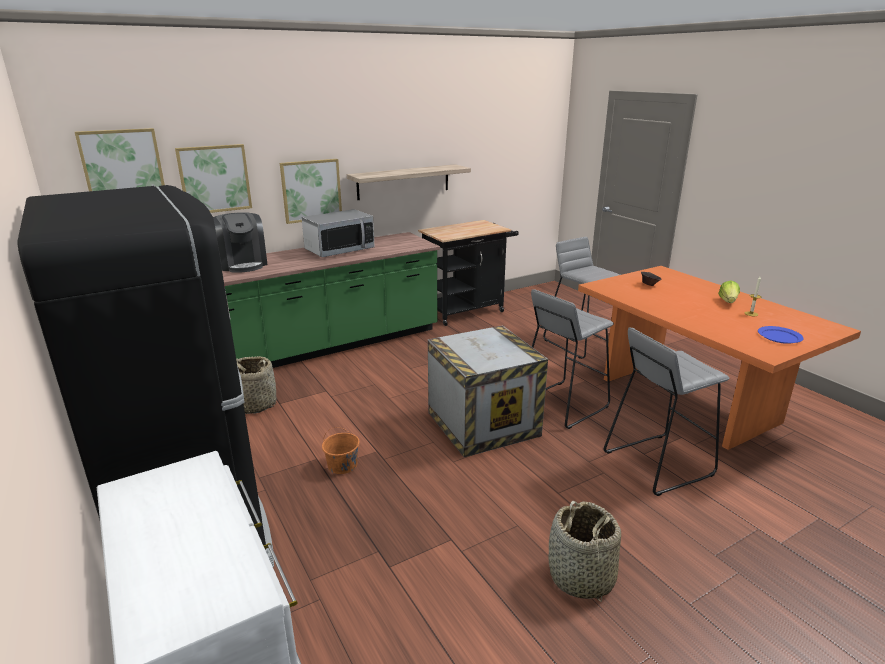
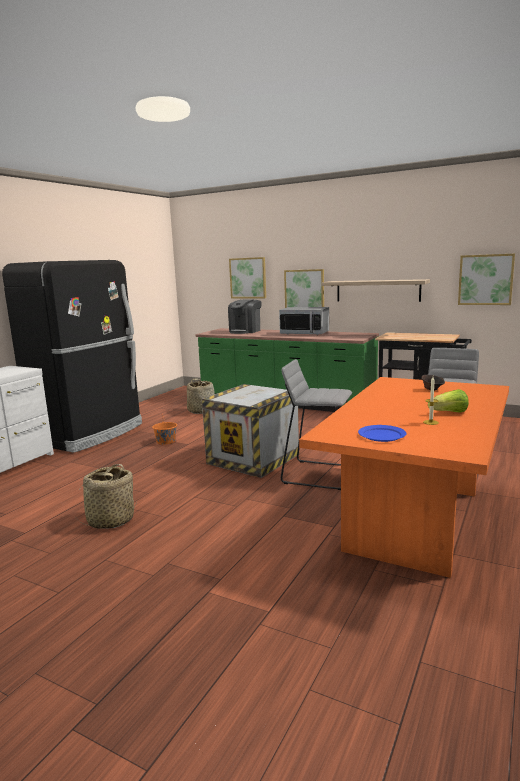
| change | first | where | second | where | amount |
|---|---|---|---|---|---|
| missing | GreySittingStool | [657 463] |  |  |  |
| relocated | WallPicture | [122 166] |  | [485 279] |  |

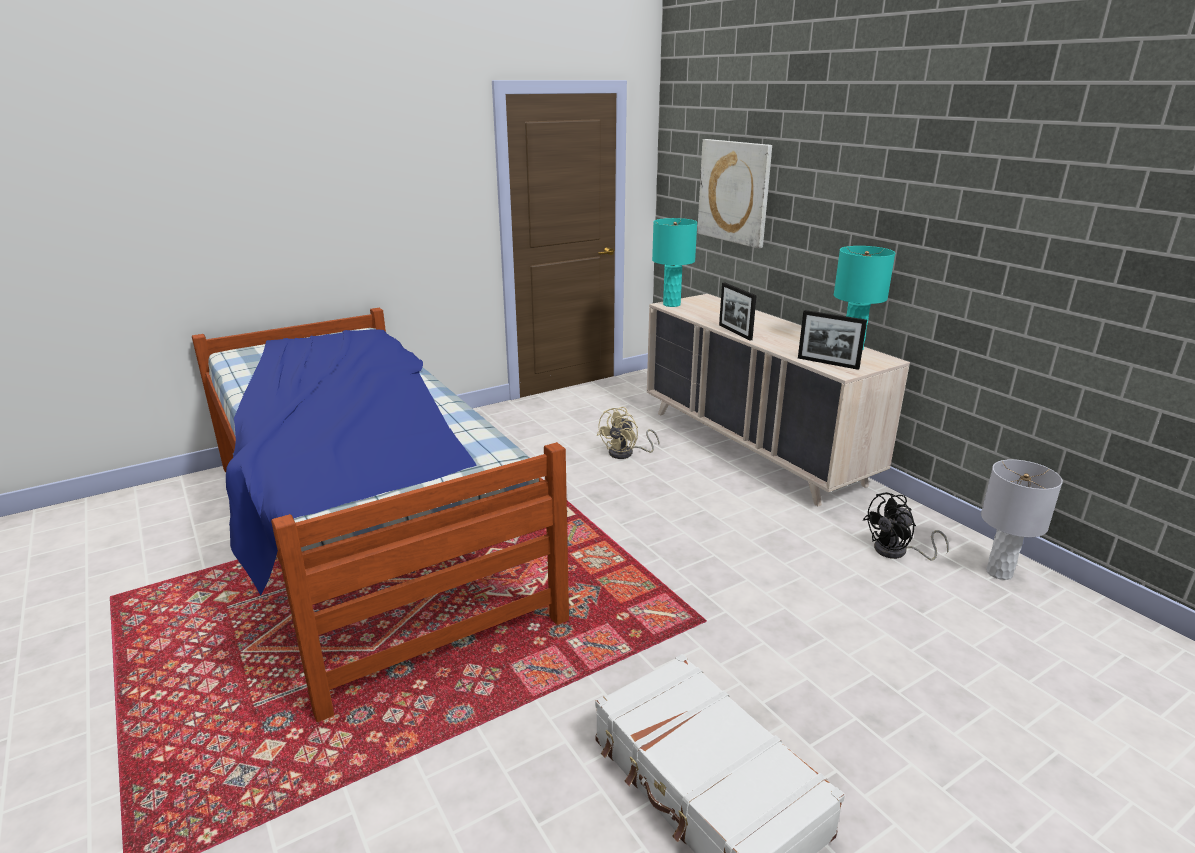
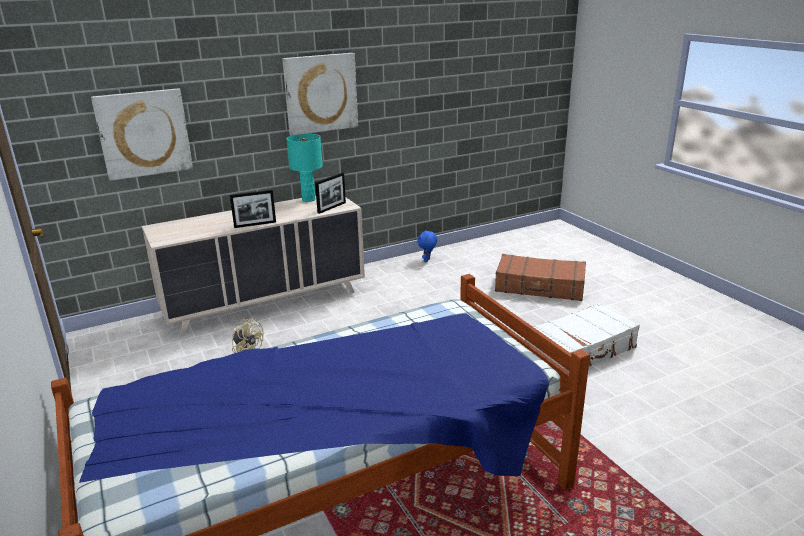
| change | first | where | second | where | amount |
|---|---|---|---|---|---|
| missing | TurquoiseTableLamp | [672 304] |  |  |  |
| missing | BlackishCoolingFan | [897 552] |  |  |  |
| appeared |  |  | WallPicture | [321 93] |  |
| appeared |  |  | BrownishTravelCase | [540 287] |  |
| exchanged | GreyTableLamp | [999 573] | BlueCuddlyToy | [427 260] |  |

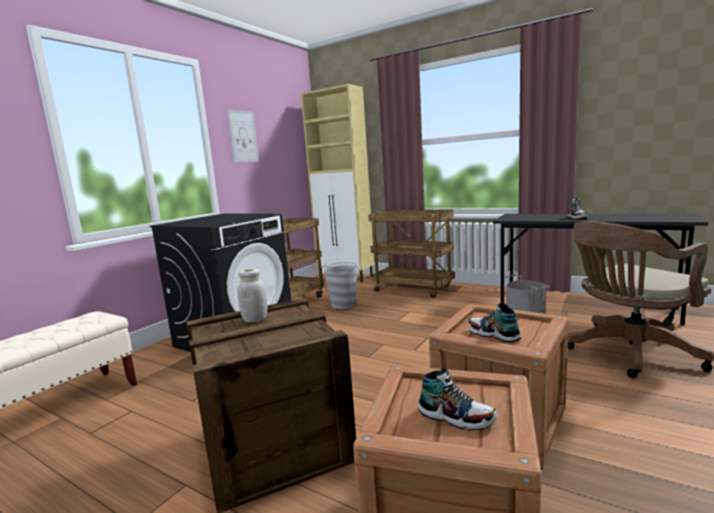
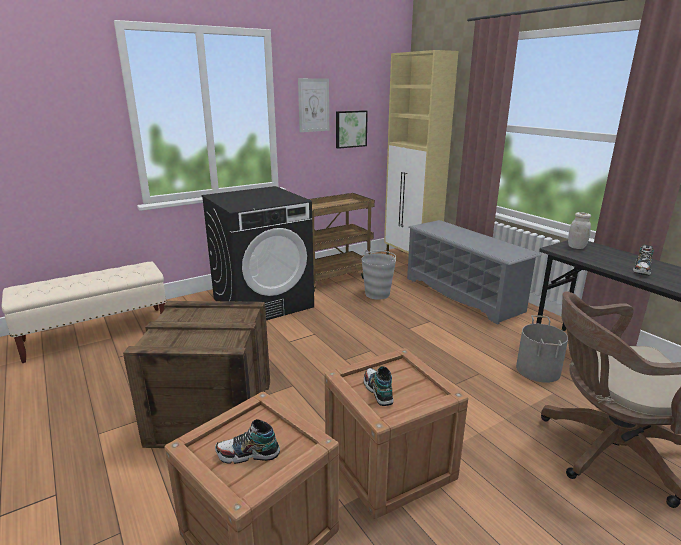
| change | first | where | second | where | amount |
|---|---|---|---|---|---|
| appeared |  |  | WallPicture | [350 129] |  |
| relocated | WhiteColouredJar | [255 319] |  | [576 247] |  |
| exchanged | BrownishWheeledCart | [414 289] | GreyShoeShelf | [463 294] |  |
| spun | ItemOfFootwear | [456 417] |  | [248 454] | 120 degrees clockwise |

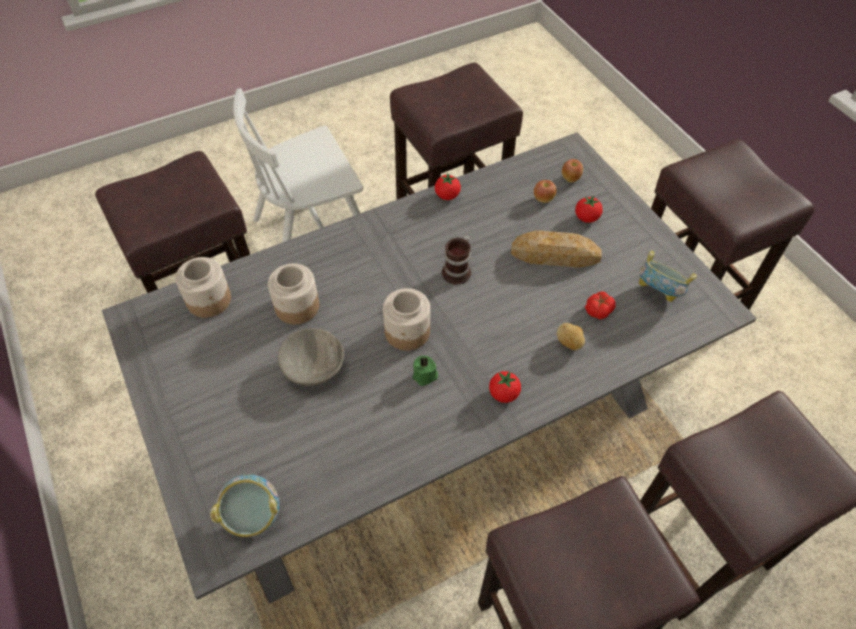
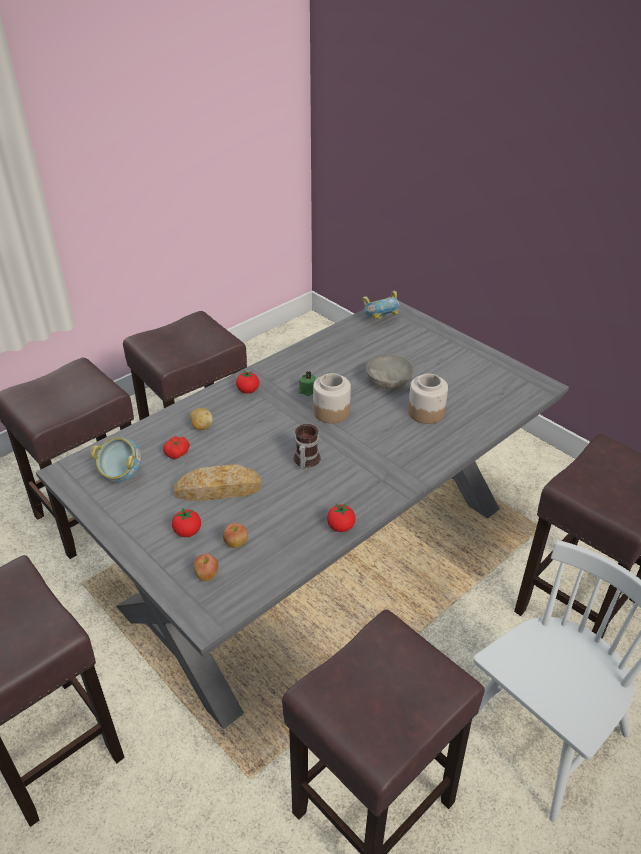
| change | first | where | second | where | amount |
|---|---|---|---|---|---|
| missing | Jar | [209 300] |  |  |  |

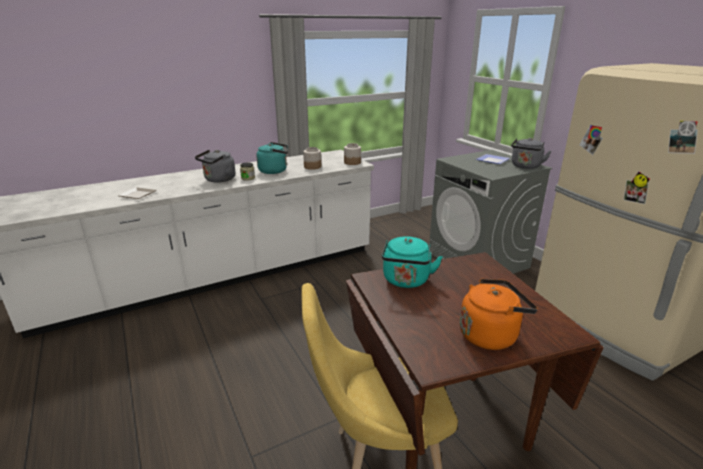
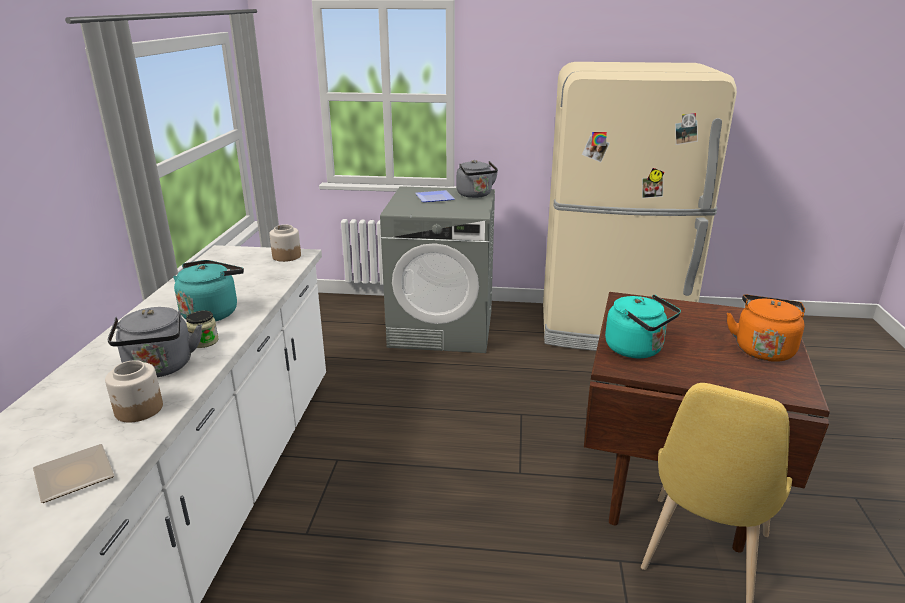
| change | first | where | second | where | amount |
|---|---|---|---|---|---|
| relocated | Jar | [312 167] |  | [139 410] |  |

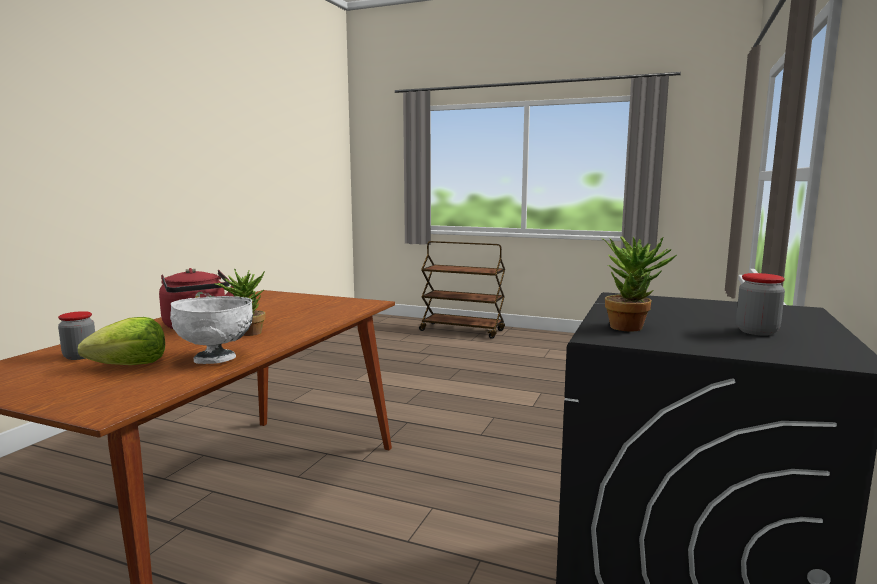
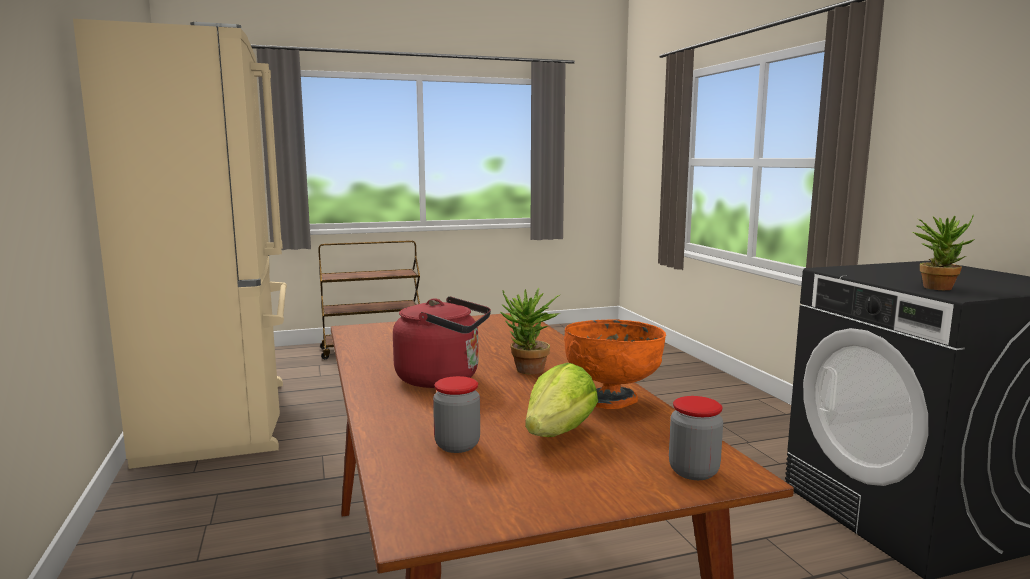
| change | first | where | second | where | amount |
|---|---|---|---|---|---|
| appeared |  |  | BeigeColouredFridge | [222 419] |  |
| relocated | Jar | [756 331] |  | [693 471] |  |
| colour | WhiteColouredBowl | [216 359] | OrangeyBowl | [612 400] |  |

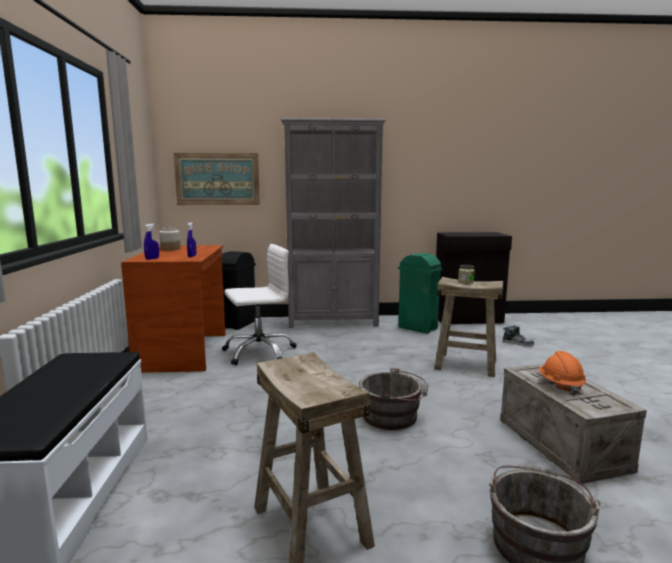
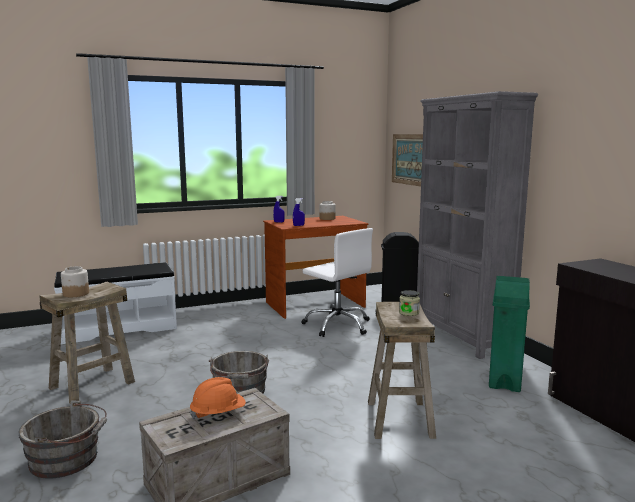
| change | first | where | second | where | amount |
|---|---|---|---|---|---|
| missing | ItemOfFootwear | [517 343] |  |  |  |
| appeared |  |  | Jar | [75 294] |  |

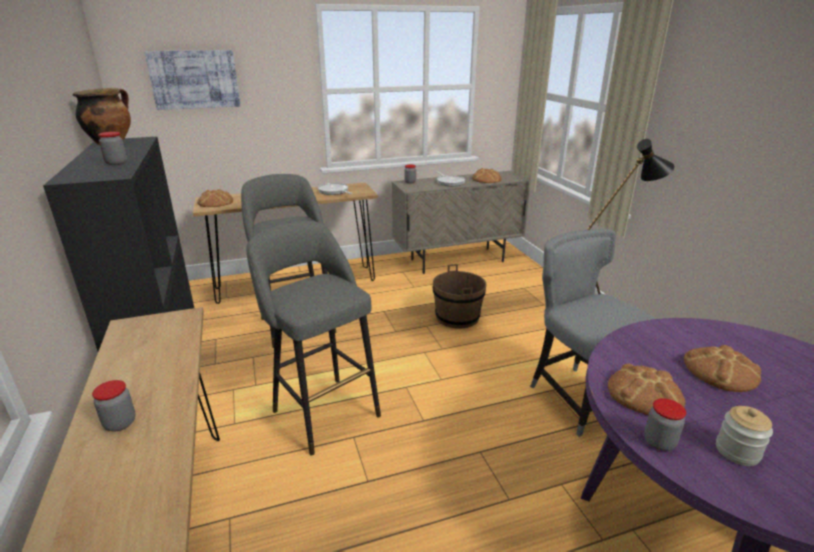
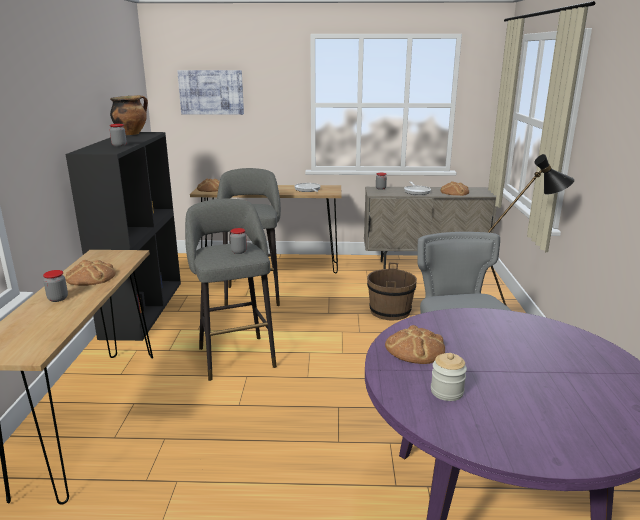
| change | first | where | second | where | amount |
|---|---|---|---|---|---|
| relocated | Jar | [659 442] |  | [239 251] |  |
| relocated | BakeryBread | [720 371] |  | [91 277] |  |

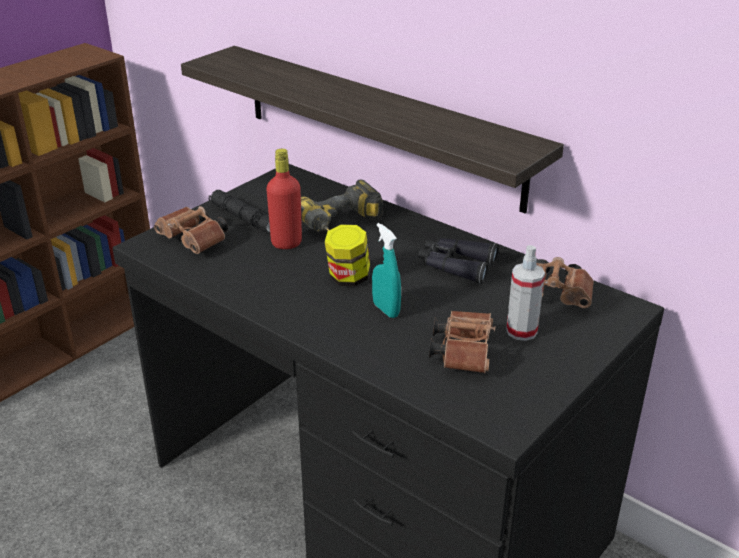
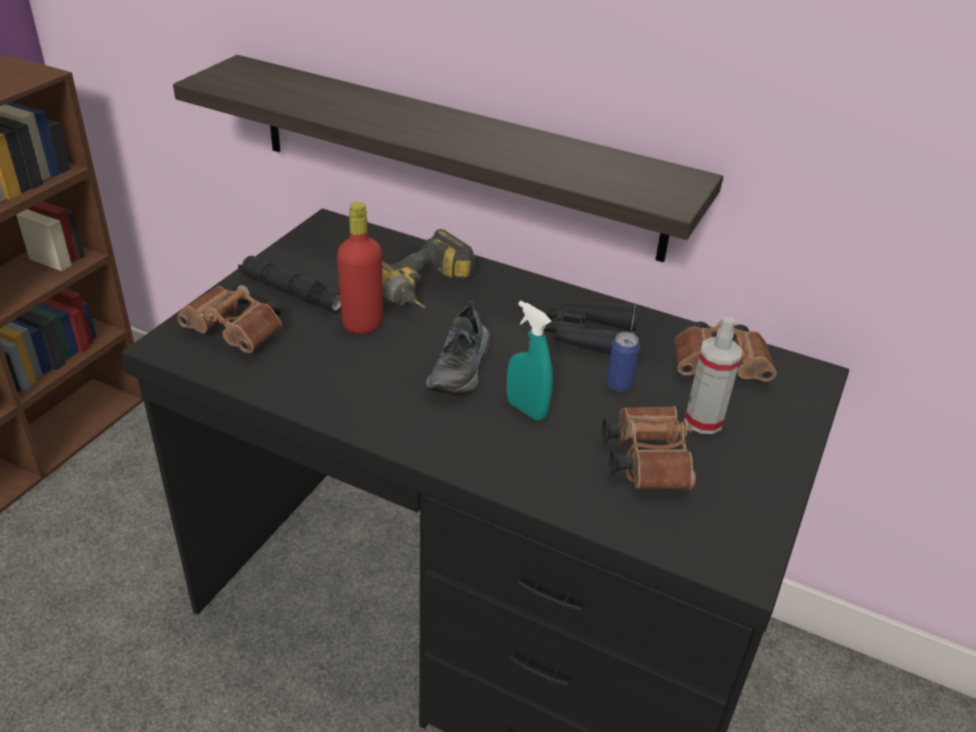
| change | first | where | second | where | amount |
|---|---|---|---|---|---|
| appeared |  |  | SealedCan | [619 384] |  |
| exchanged | Jar | [348 278] | ItemOfFootwear | [461 368] |  |

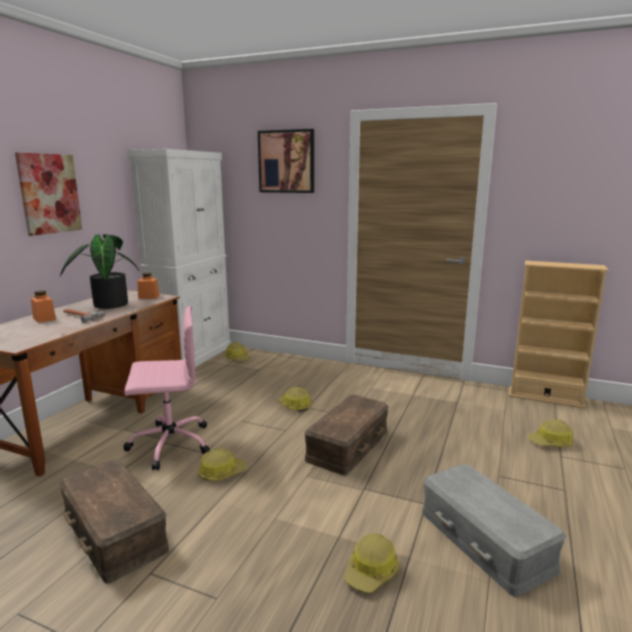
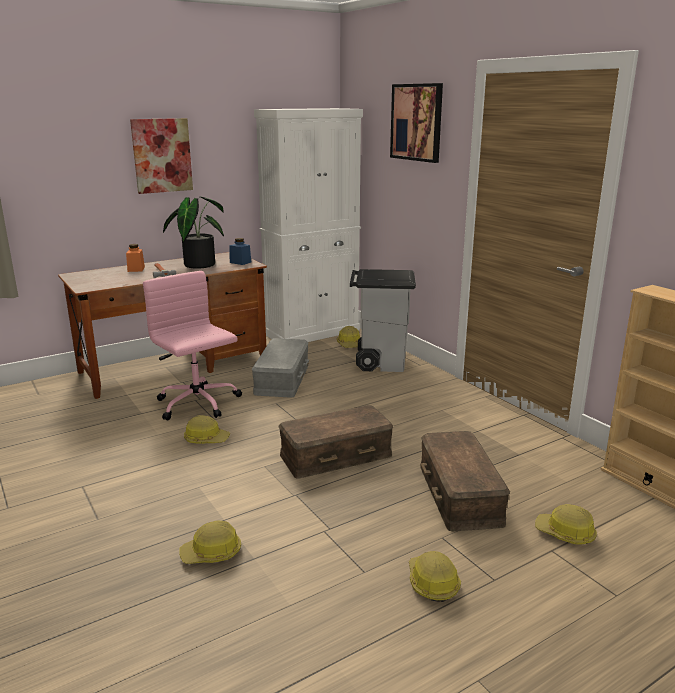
| change | first | where | second | where | amount |
|---|---|---|---|---|---|
| appeared |  |  | GreyTrashCan | [380 362] |  |
| relocated | BrownishStorageContainer | [116 531] |  | [461 494] |  |
| relocated | WorkHelmet | [294 406] |  | [432 583] |  |
| relocated | GreyStorageContainer | [486 539] |  | [283 379] |  |
| colour | OrangeyJar | [149 297] | BlueJar | [240 262] |  |
| spun | PinkColouredDeskChair | [169 444] |  | [198 404] | 150 degrees counterclockwise |

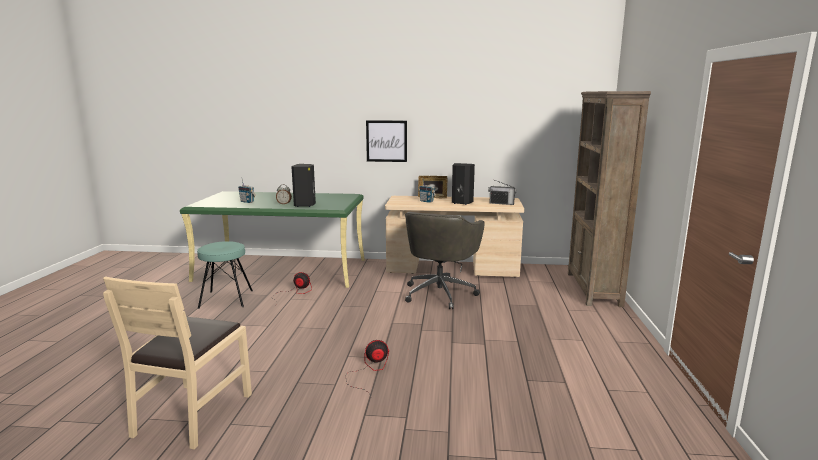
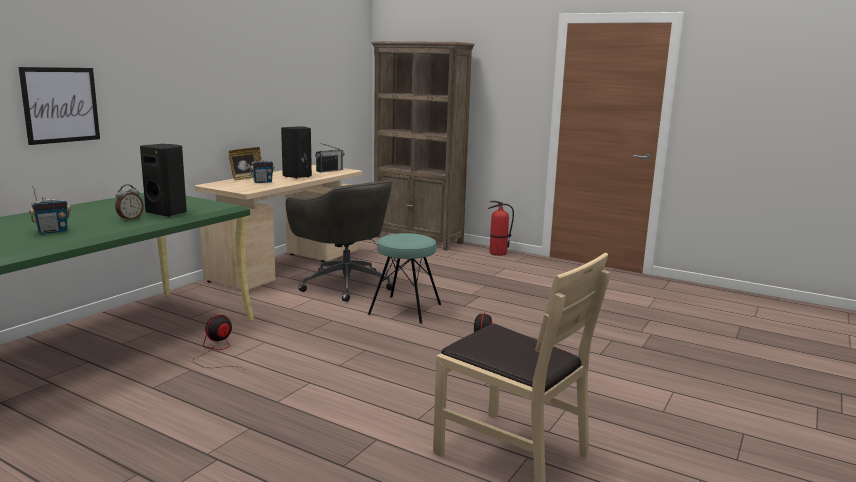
| change | first | where | second | where | amount |
|---|---|---|---|---|---|
| appeared |  |  | FireFightingCylinder | [498 253] |  |
| relocated | TurquoiseSittingStool | [226 299] |  | [405 309] |  |
| relocated | WallPicture | [386 141] |  | [61 105] |  |

